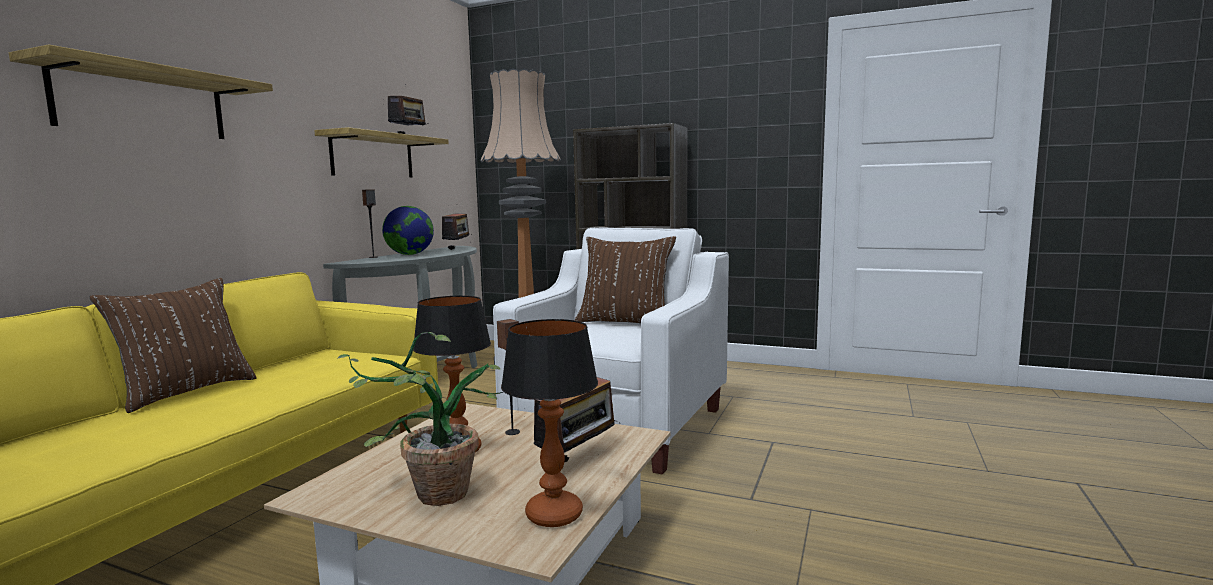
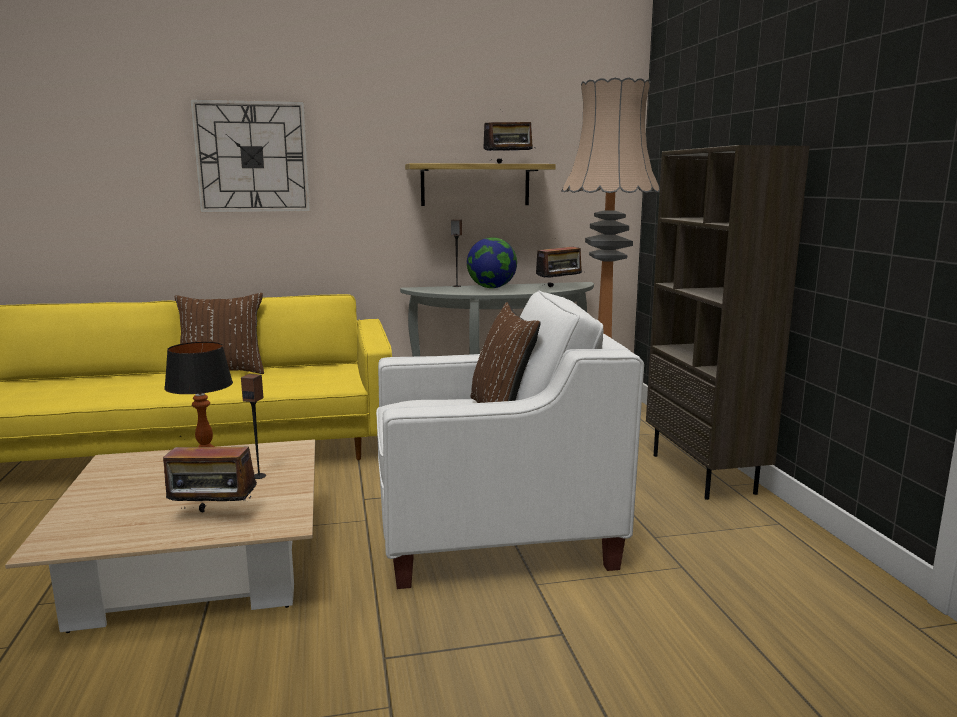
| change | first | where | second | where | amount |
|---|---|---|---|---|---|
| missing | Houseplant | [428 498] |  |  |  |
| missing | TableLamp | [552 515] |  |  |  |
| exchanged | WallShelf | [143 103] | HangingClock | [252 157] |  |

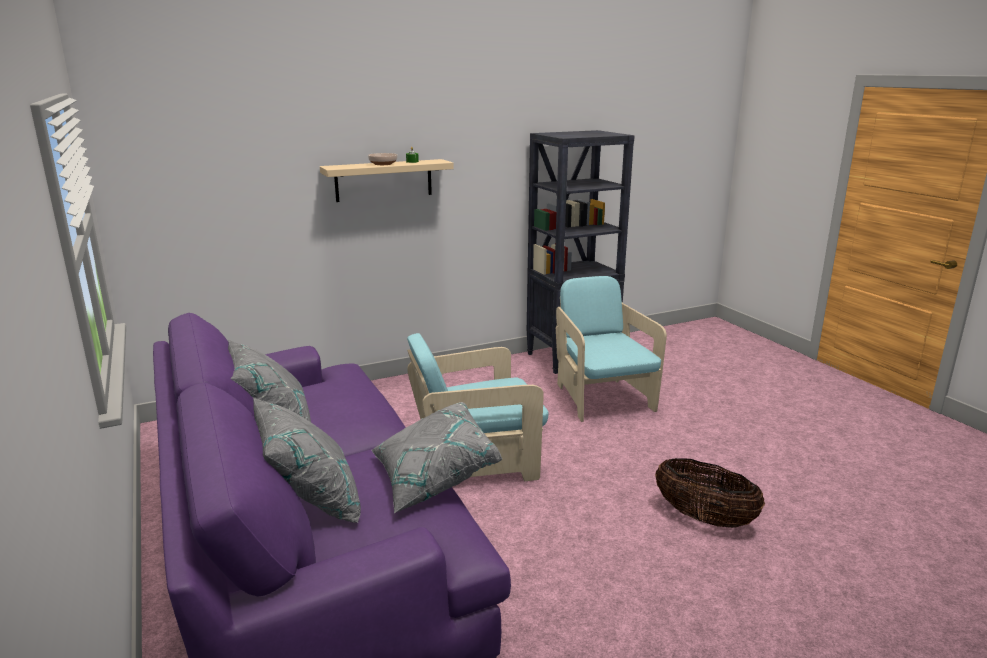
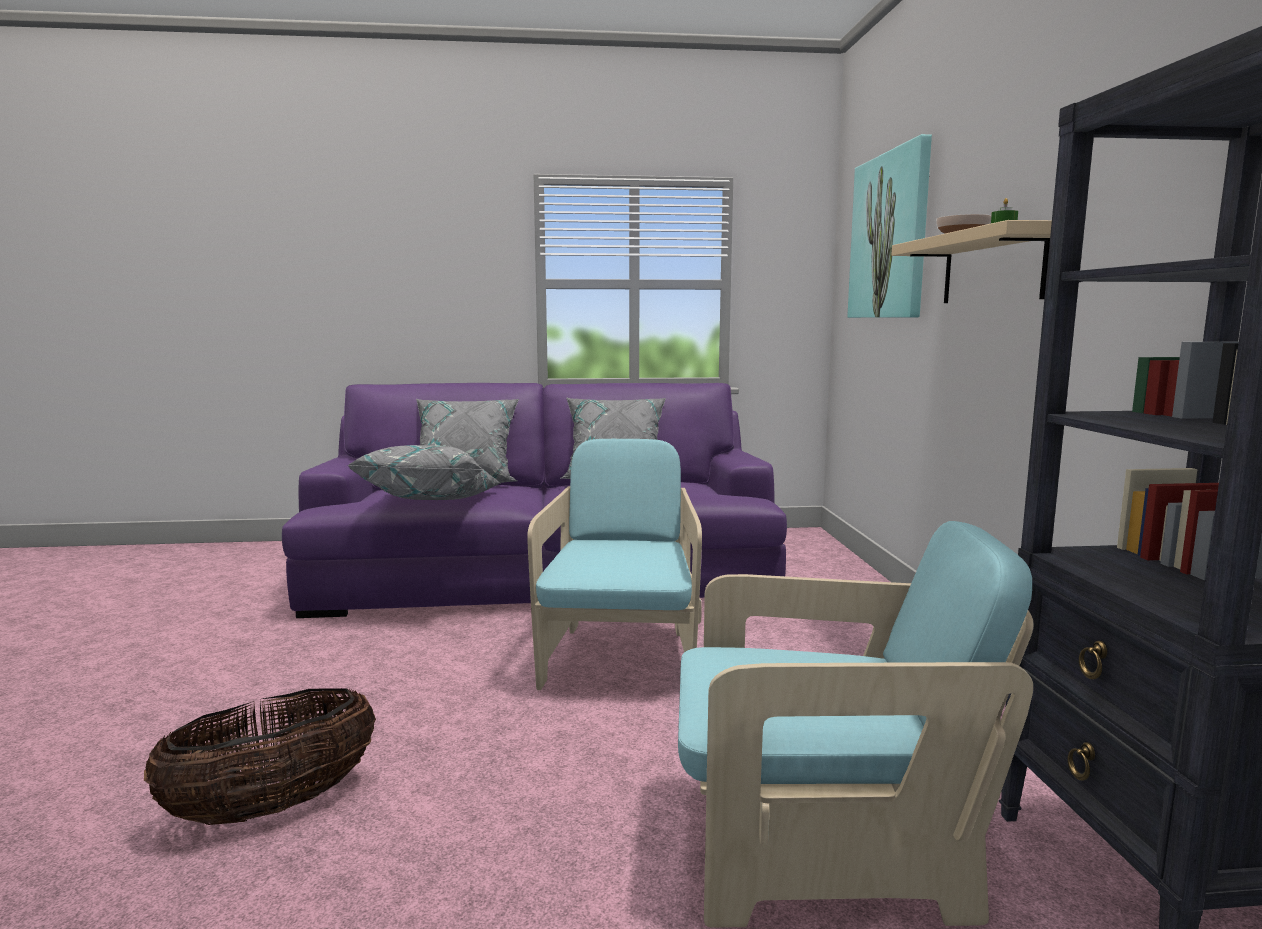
| change | first | where | second | where | amount |
|---|---|---|---|---|---|
| appeared |  |  | WallPicture | [890 236] |  |

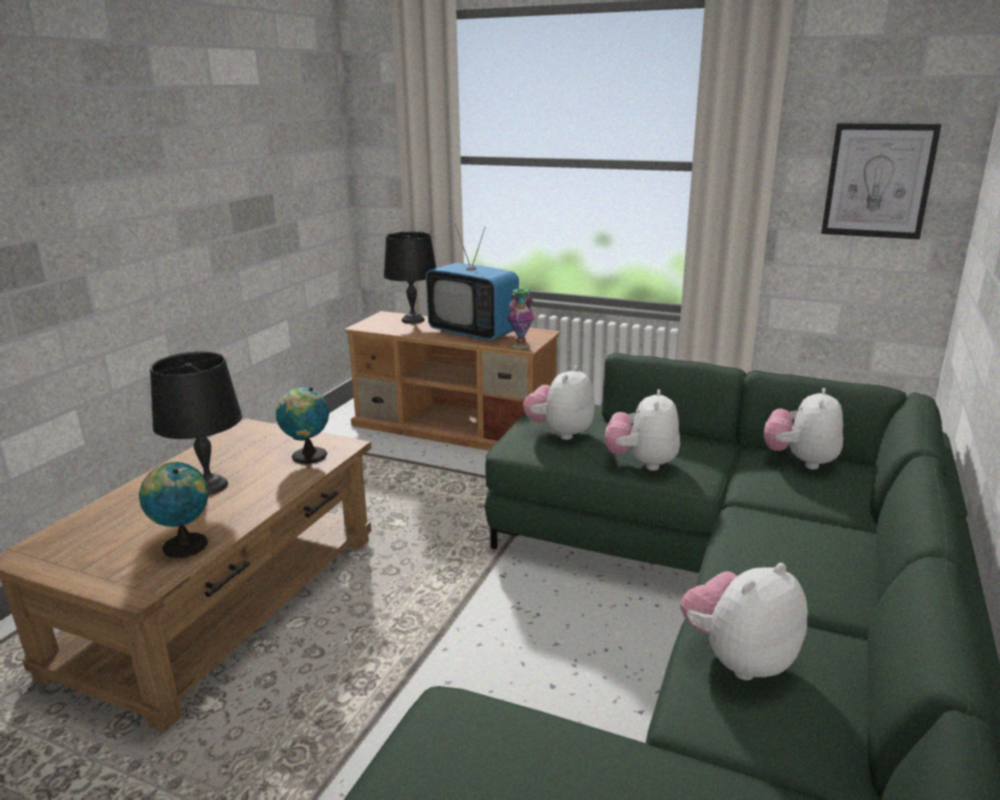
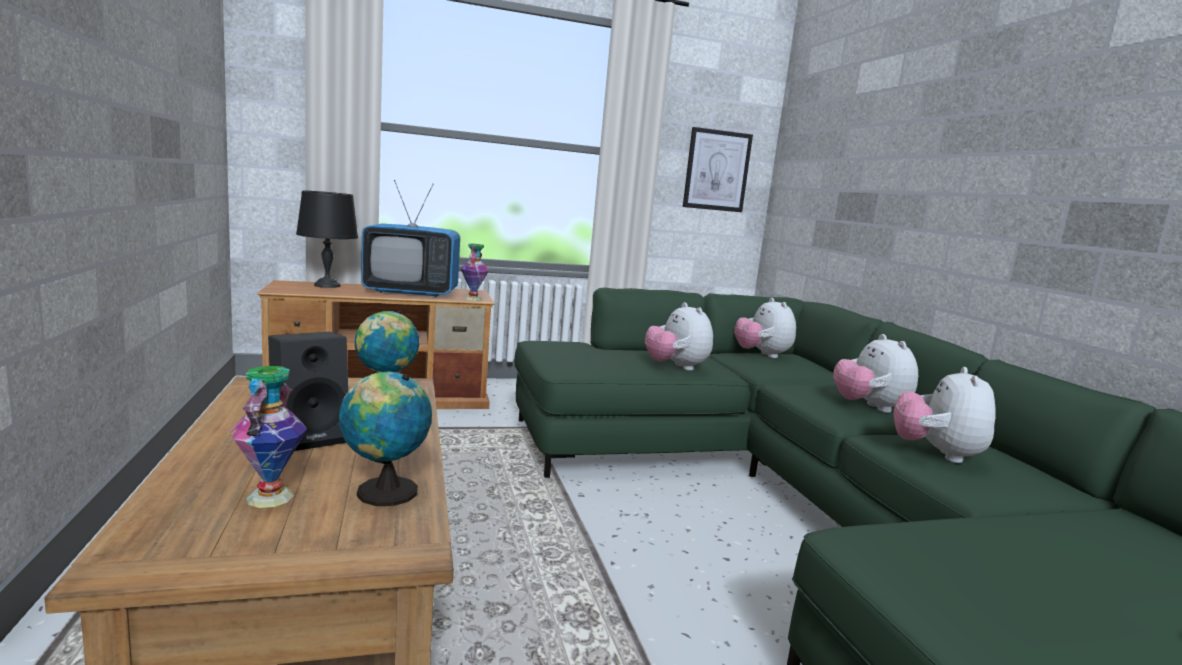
| change | first | where | second | where | amount |
|---|---|---|---|---|---|
| appeared |  |  | FlowerVase | [271 497] |  |
| relocated | CuddlyToy | [560 433] |  | [869 408] |  |
| exchanged | BlackishTableLamp | [210 486] | BlackishLoudspeaker | [310 436] |  |

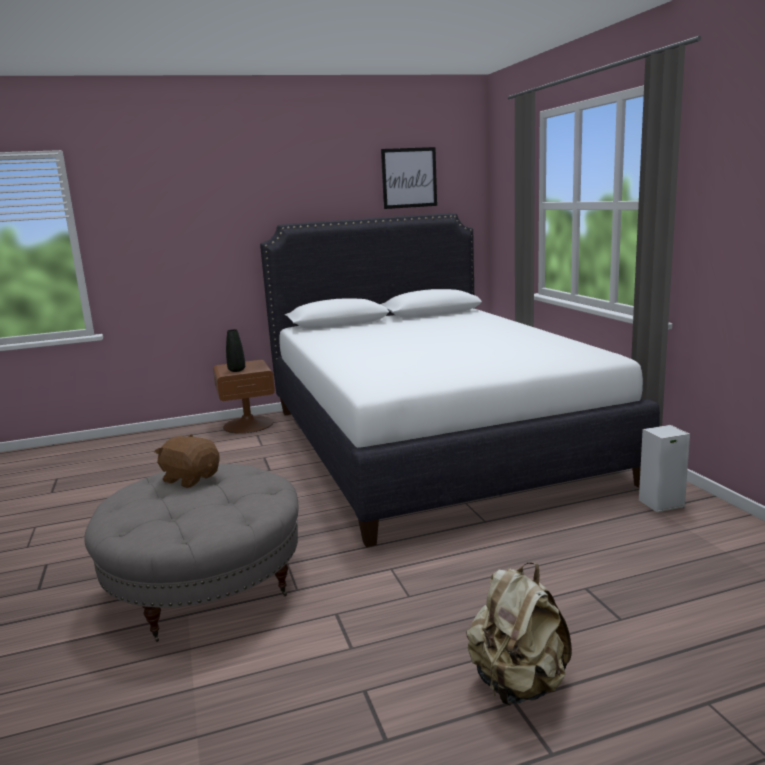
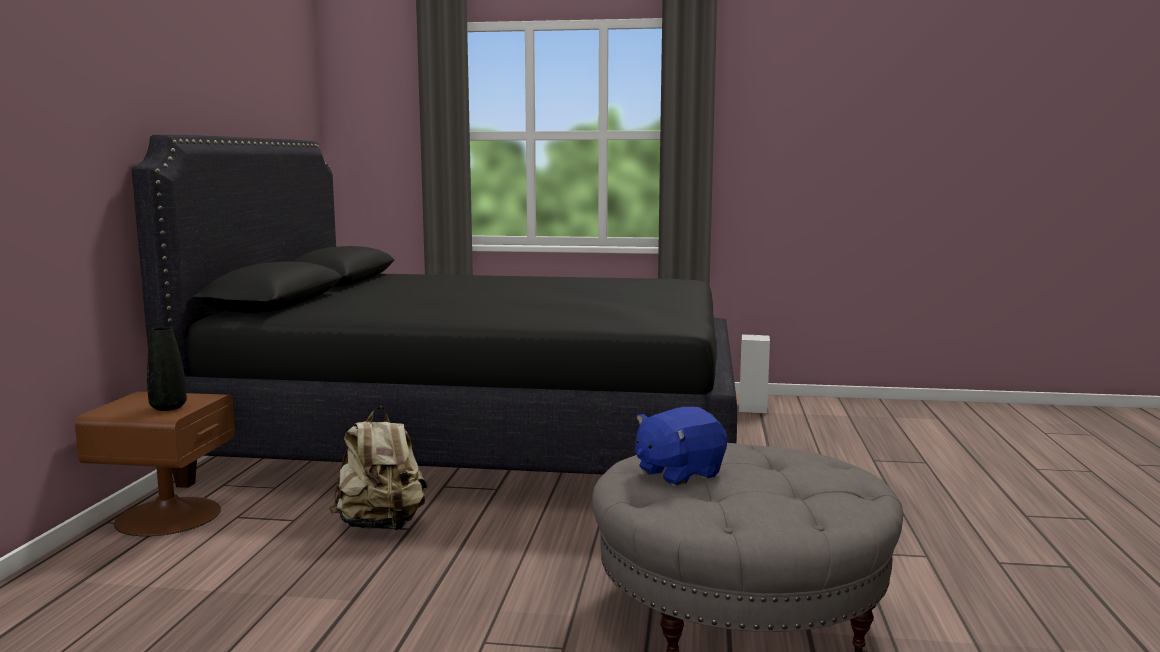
| change | first | where | second | where | amount |
|---|---|---|---|---|---|
| missing | WallPicture | [409 178] |  |  |  |
| relocated | BeigeColouredRucksack | [518 684] |  | [382 526] |  |
| colour | BrownishCuddlyToy | [191 478] | BlueCuddlyToy | [678 473] |  |
| colour | WhiteColouredBedroomBed | [431 443] | BlackishBedroomBed | [483 439] |  |

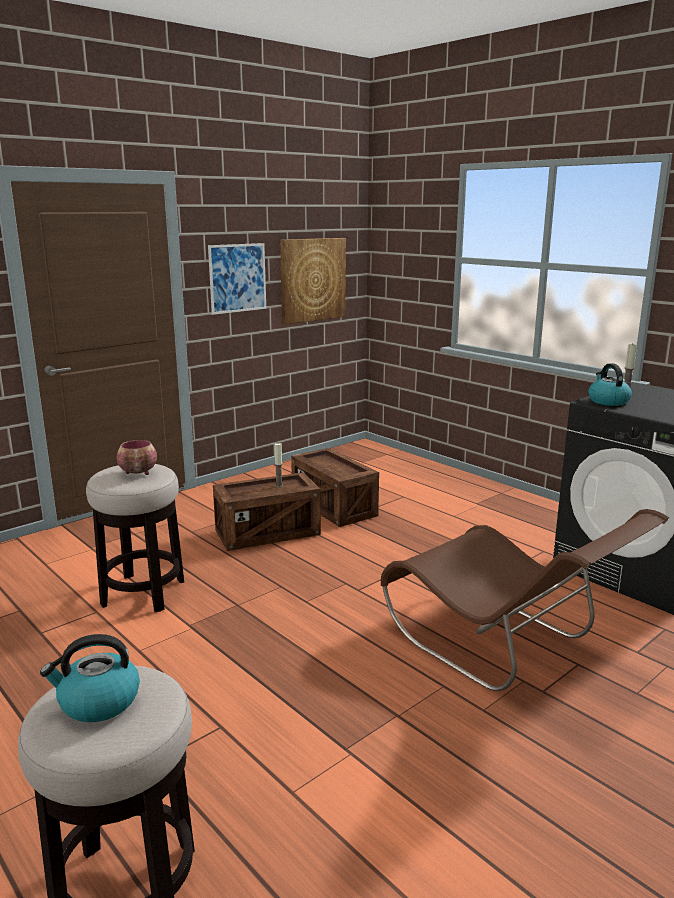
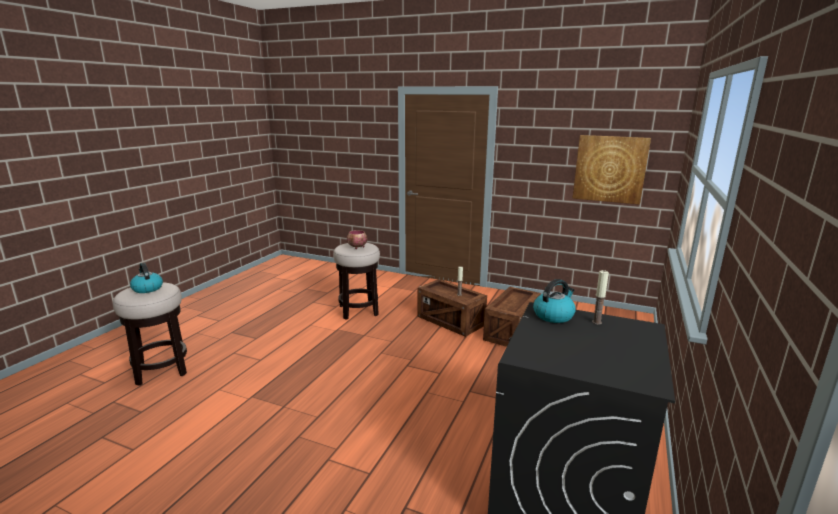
| change | first | where | second | where | amount |
|---|---|---|---|---|---|
| missing | WallPicture | [237 278] |  |  |  |
| missing | BrownishPlainChair | [504 647] |  |  |  |

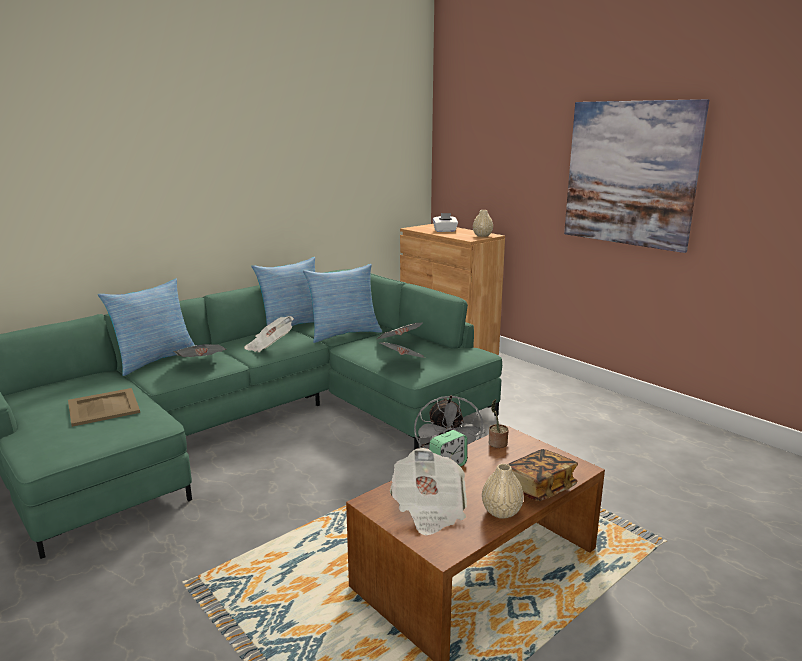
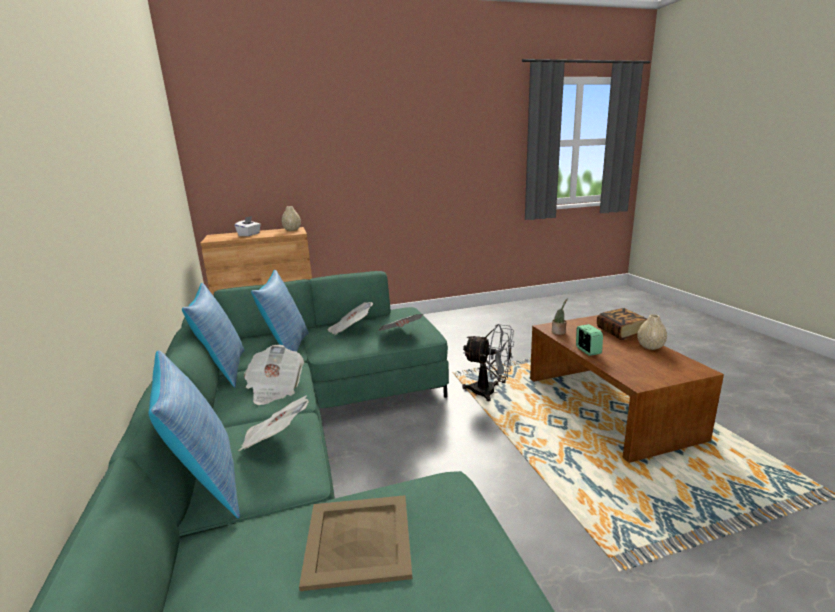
| change | first | where | second | where | amount |
|---|---|---|---|---|---|
| missing | DailyPaper | [428 509] |  |  |  |
| missing | WallPicture | [630 174] |  |  |  |

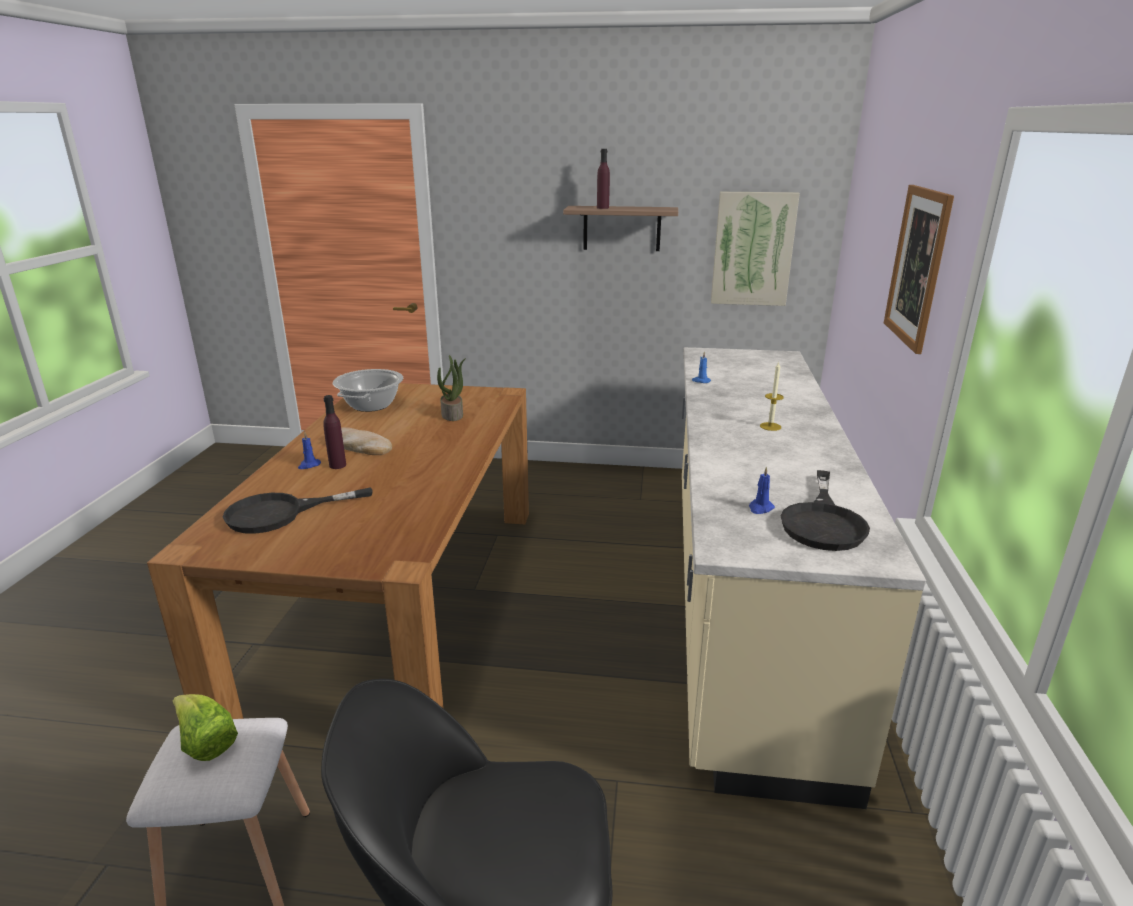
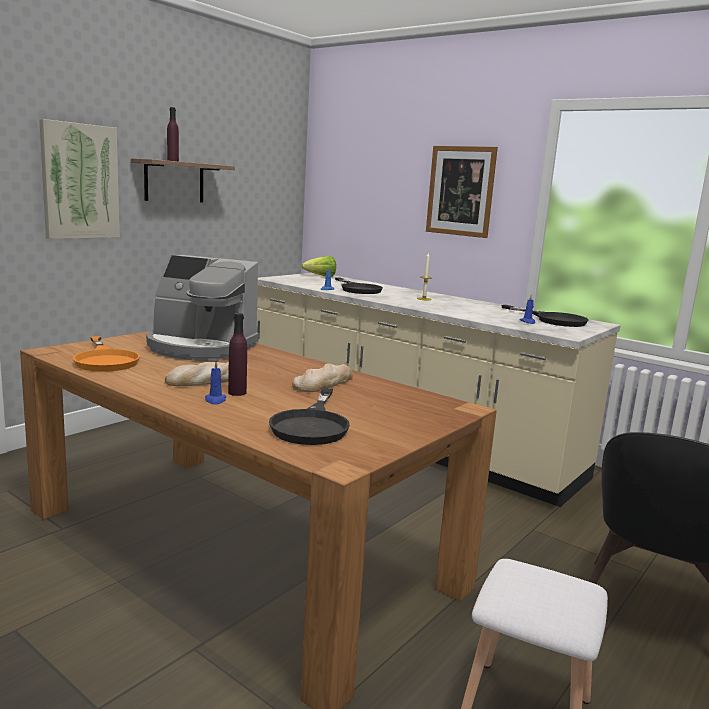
| change | first | where | second | where | amount |
|---|---|---|---|---|---|
| appeared |  |  | BakeryBread | [323 383] |  |
| appeared |  |  | BlackishPan | [358 289] |  |
| relocated | HeadOfLettuce | [205 742] |  | [321 276] |  |
| relocated | WallPicture | [753 249] |  | [80 181] |  |
| exchanged | Saucepot | [371 405] | OrangeyPan | [105 360] |  |
| exchanged | Houseplant | [453 415] | CoffeeMaker | [200 348] |  |

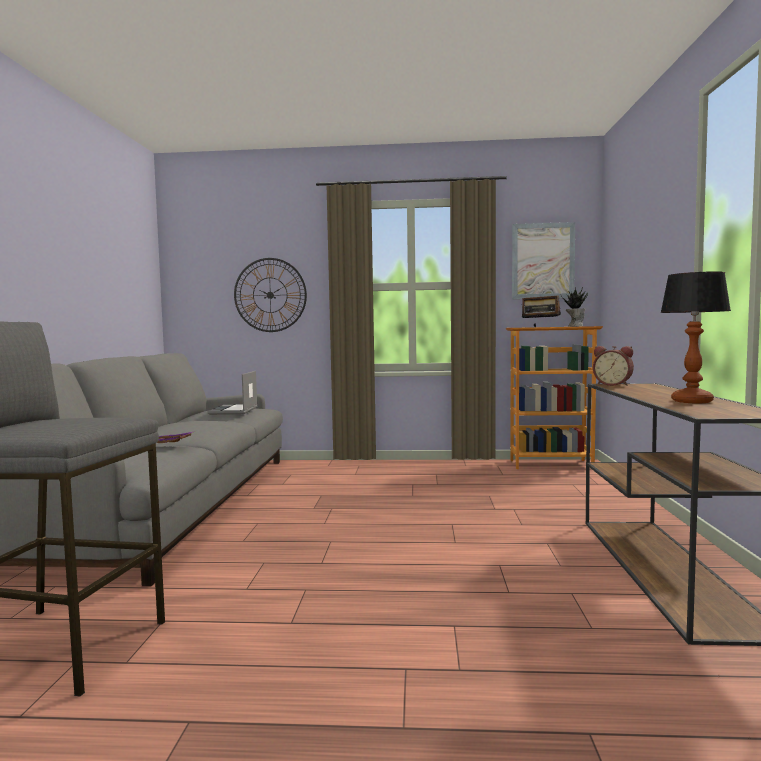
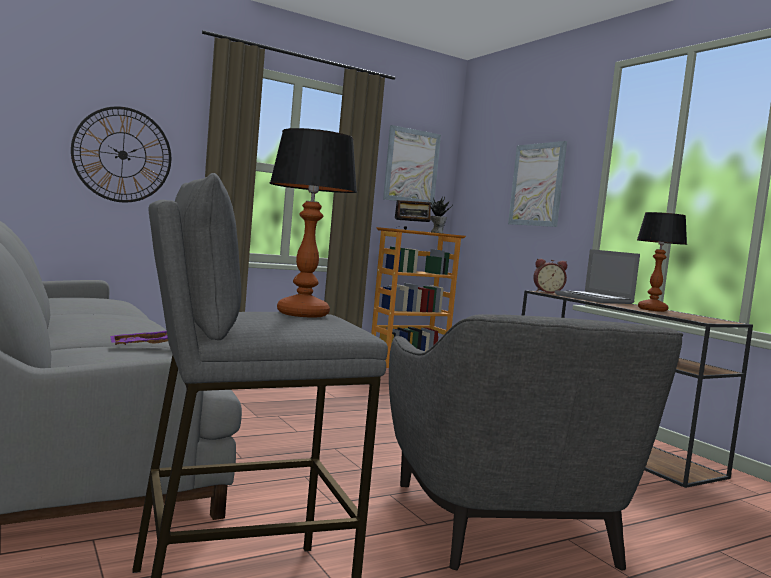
| change | first | where | second | where | amount |
|---|---|---|---|---|---|
| appeared |  |  | TableLamp | [302 314] |  |
| appeared |  |  | GreyArmchair | [505 523] |  |
| appeared |  |  | WallPicture | [537 184] |  |
| relocated | Laptop | [234 411] |  | [595 299] |  |

